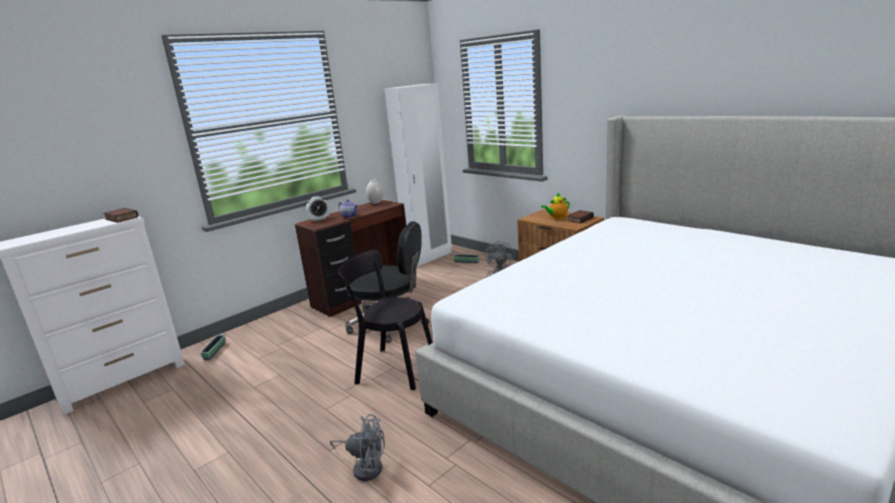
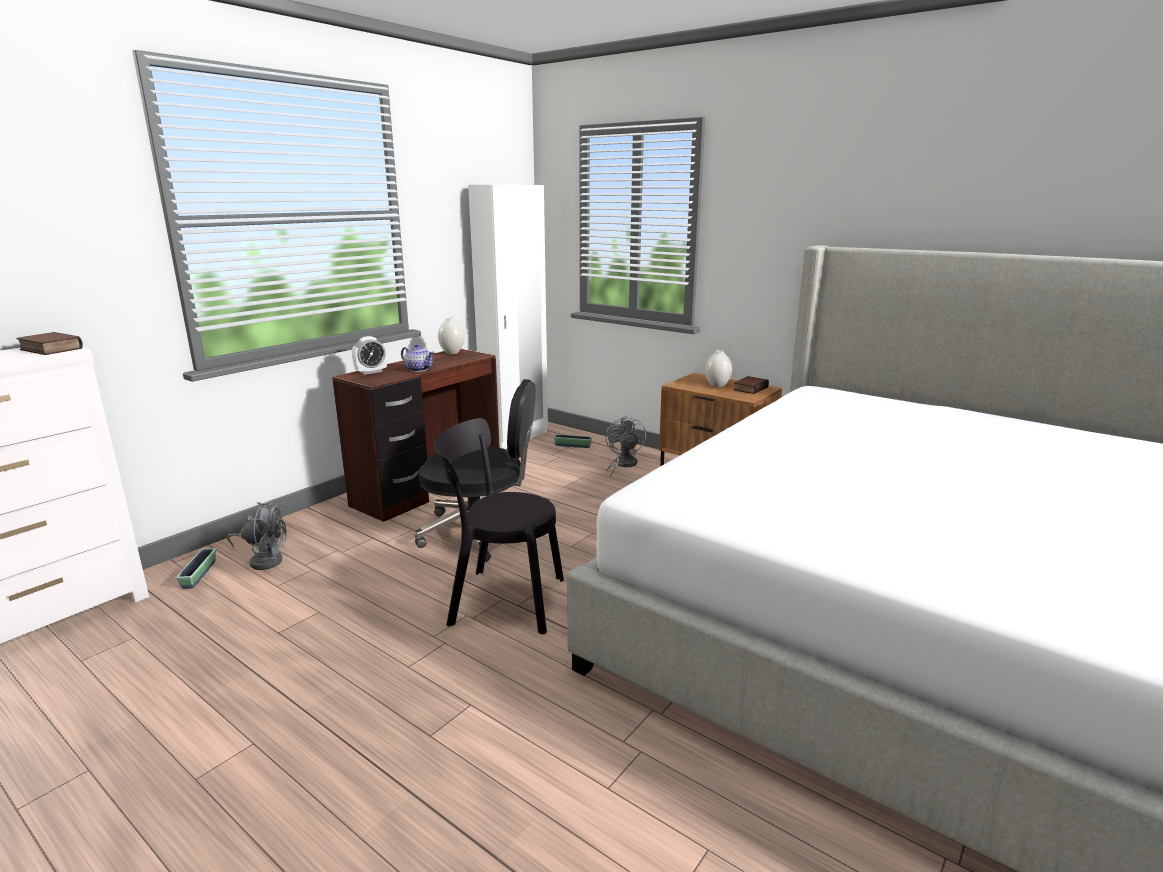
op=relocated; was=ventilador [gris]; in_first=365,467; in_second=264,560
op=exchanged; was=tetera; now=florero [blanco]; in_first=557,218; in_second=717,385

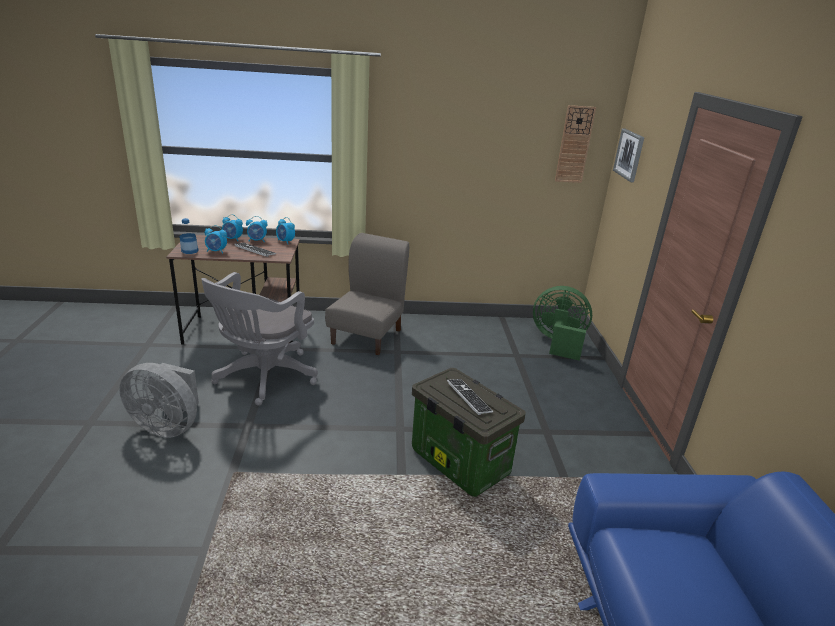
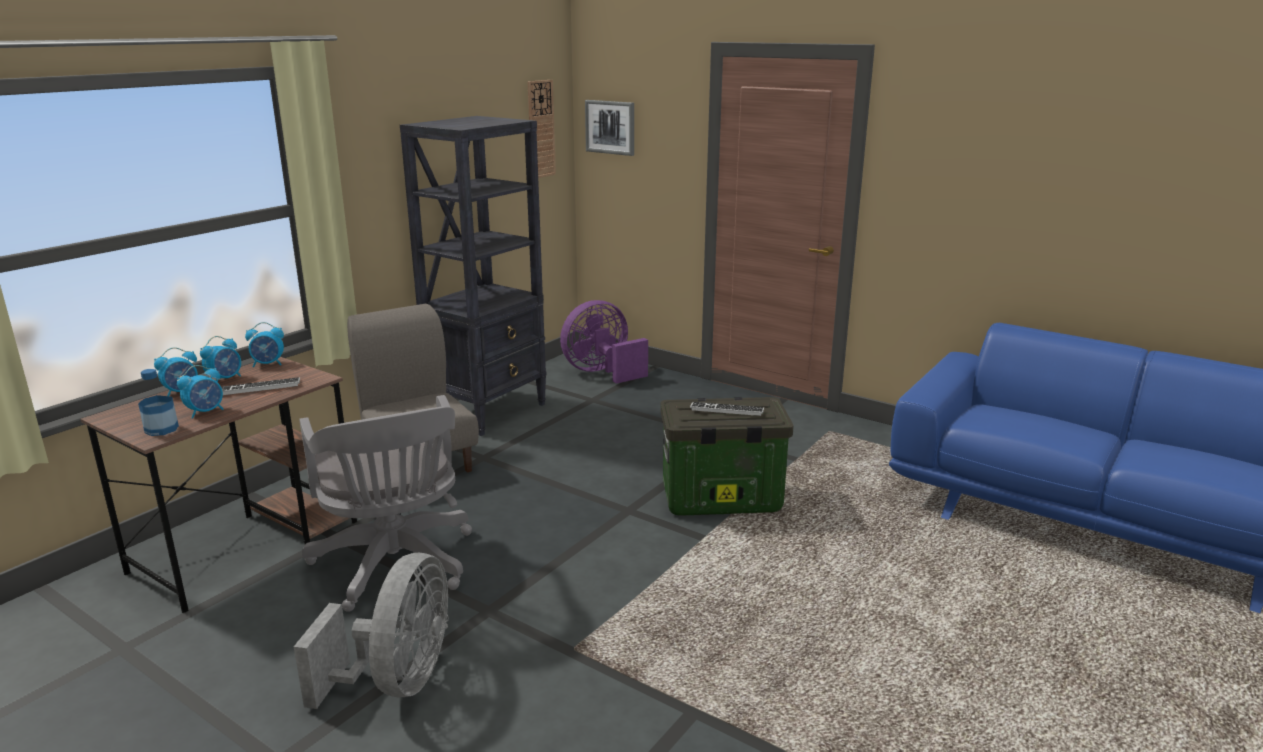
op=spun; was=ventilador [gris]; in_first=168,426; in_second=398,680; clockwise=-45
op=colour; was=ventilador [verde]; now=ventilador [morado]; in_first=558,343; in_second=602,372
op=appeared; now=estantería [negro]; in_second=489,411

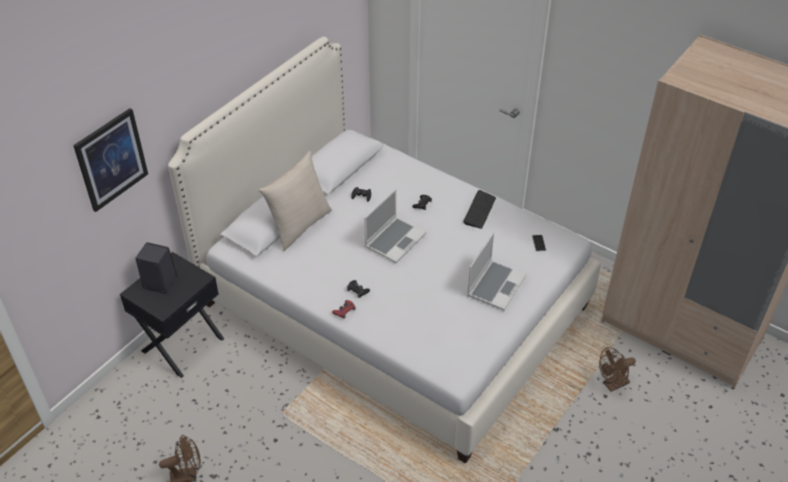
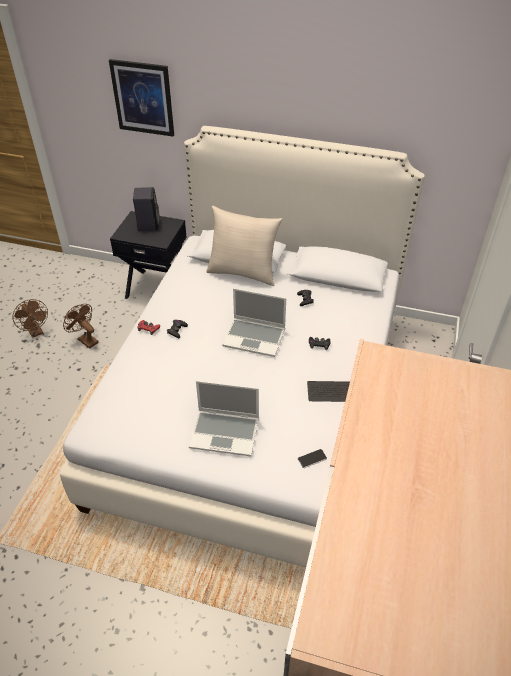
op=relocated; was=ventilador [marrón]; in_first=612,385; in_second=85,339

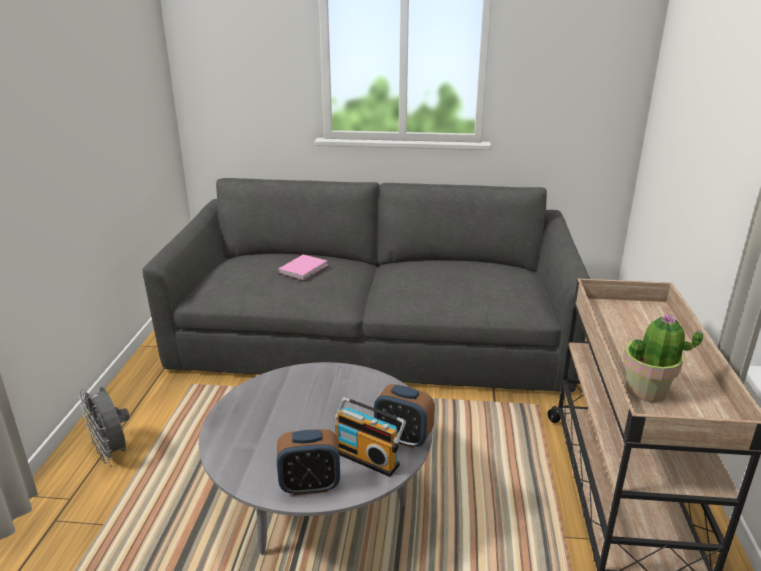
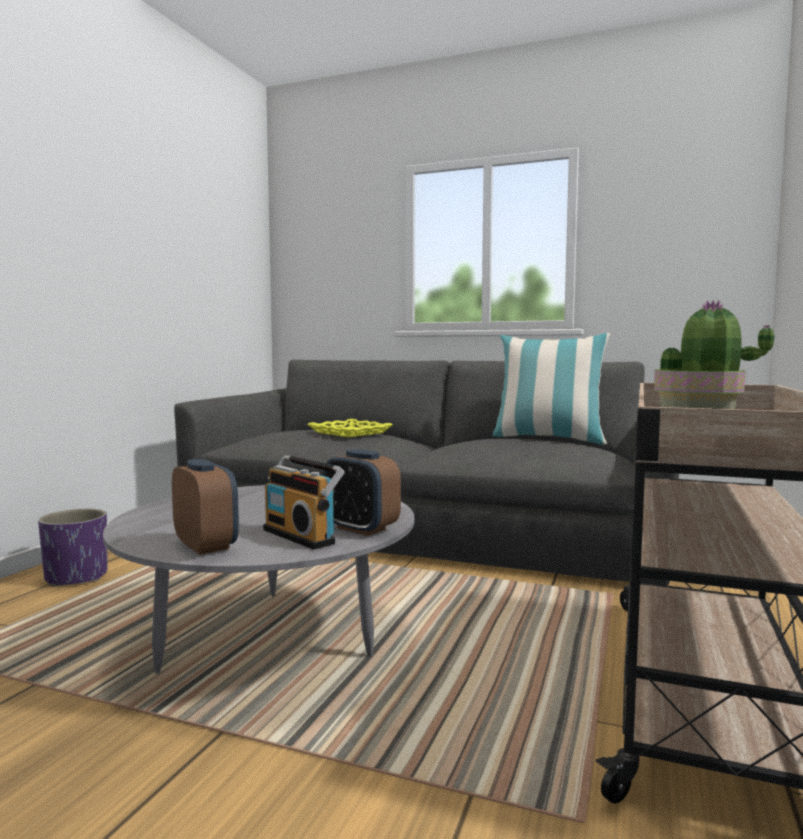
op=exchanged; was=ventilador [gris]; now=maceta [morado]; in_first=112,452; in_second=76,577
op=spun; was=despertador; in_first=310,485; in_second=206,546; clockwise=-135
op=exchanged; was=libro [rosa]; now=bandeja [amarillo]; in_first=304,268; in_second=350,432
op=appeared; now=cojín; in_second=549,439

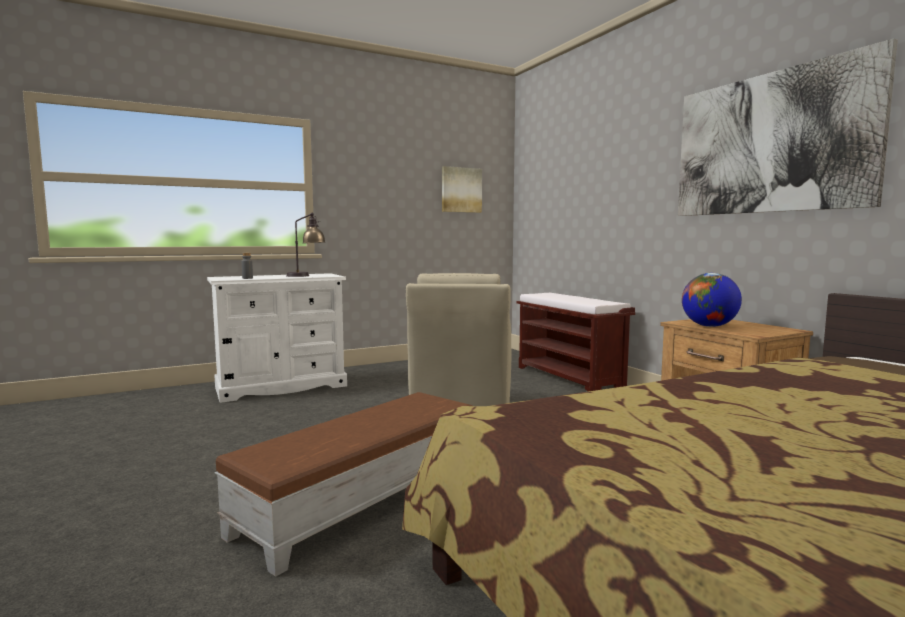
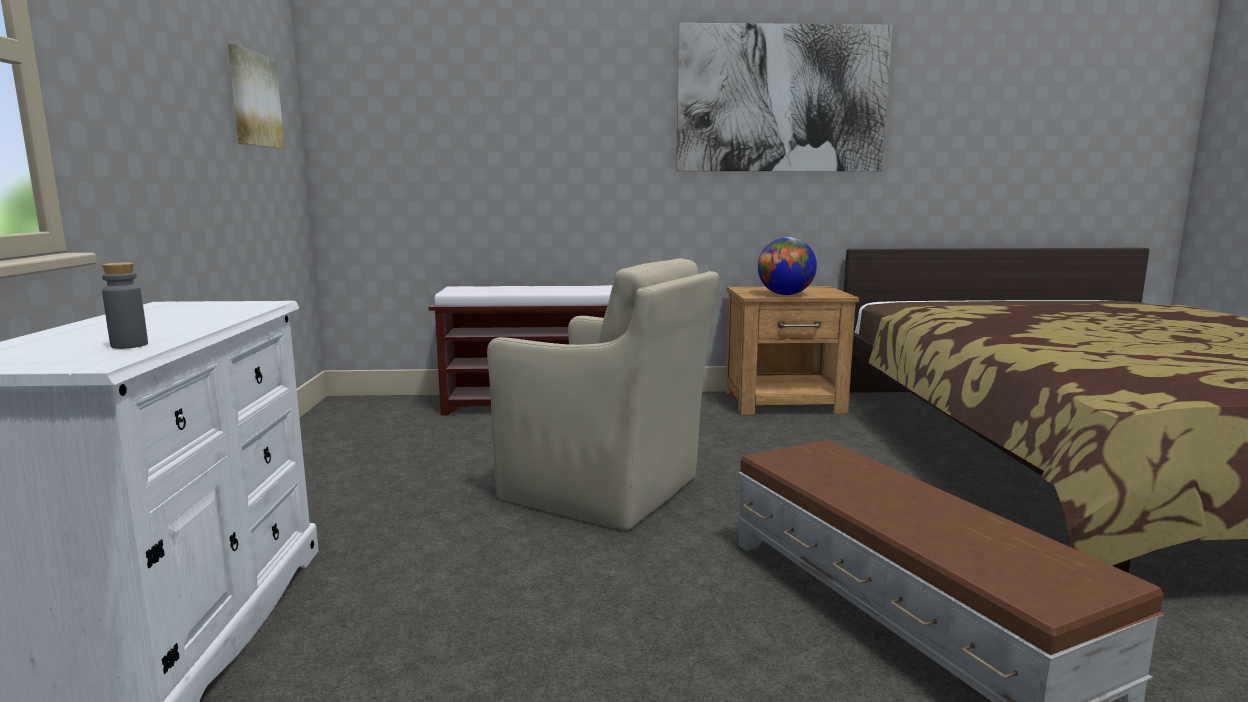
op=missing; was=lámpara de mesa; in_first=306,276

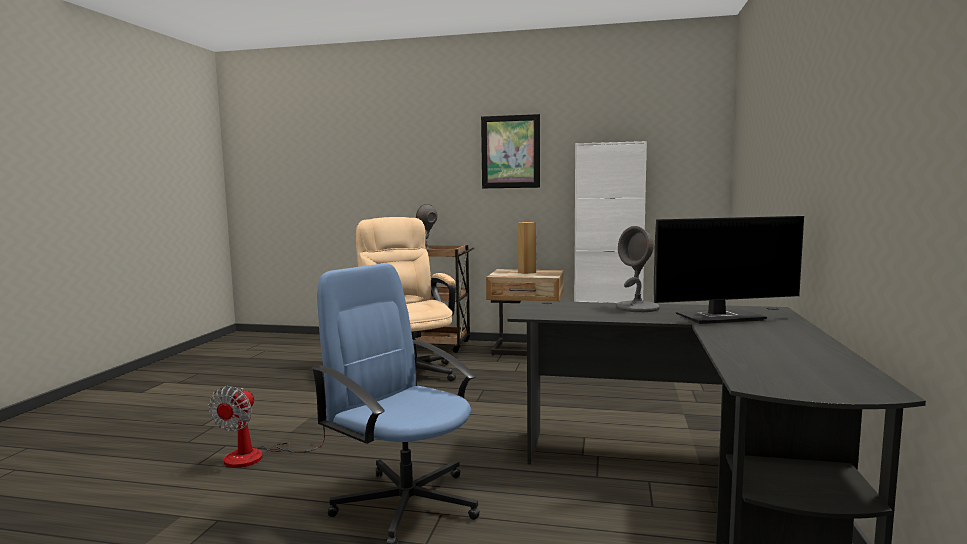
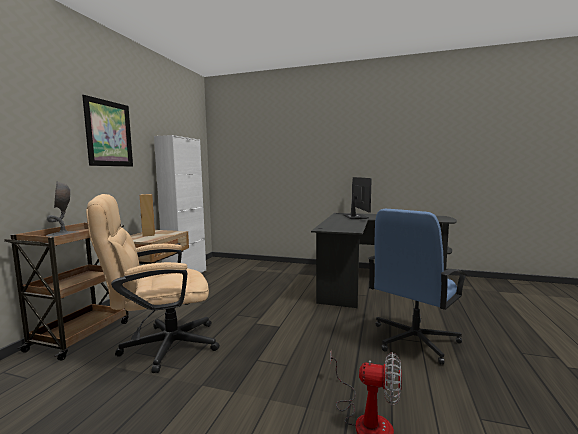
op=missing; was=lámpara de mesa [gris]; in_first=637,308

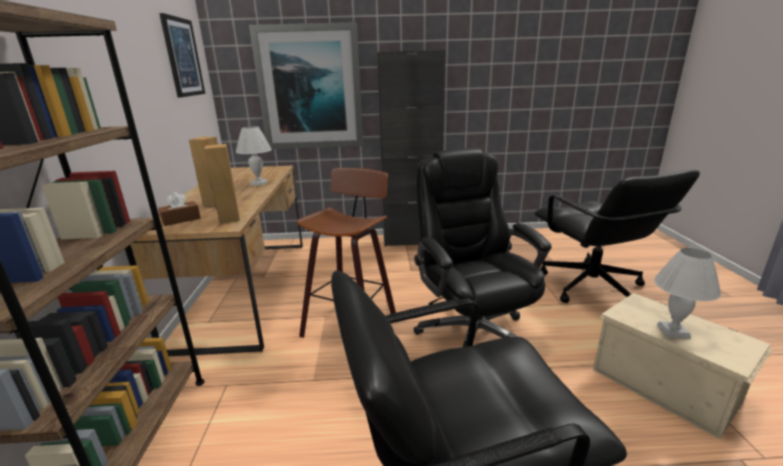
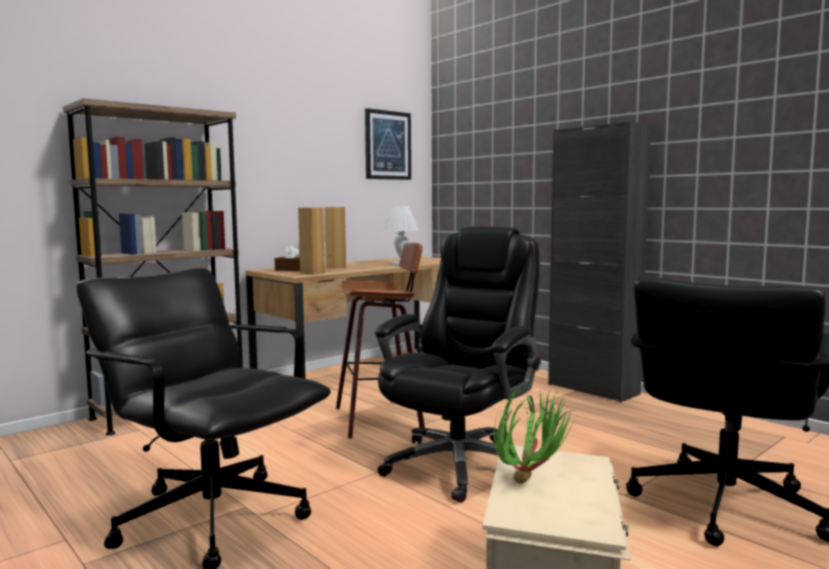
op=missing; was=cuadro; in_first=310,88
op=exchanged; was=lámpara de mesa [blanco]; now=planta en maceta; in_first=673,331; in_second=531,480

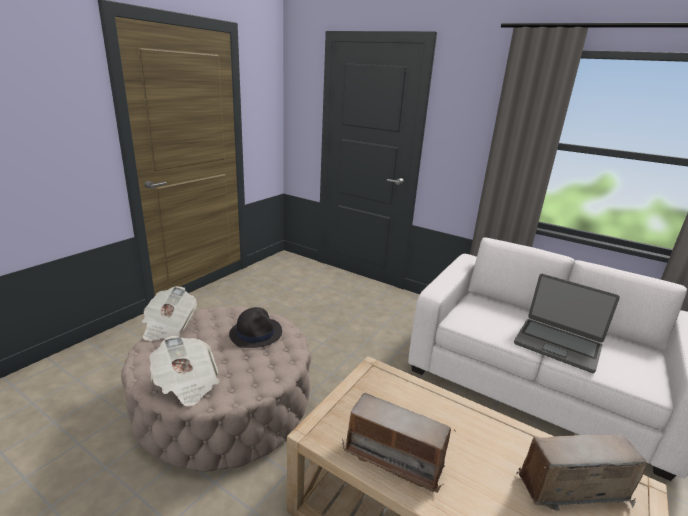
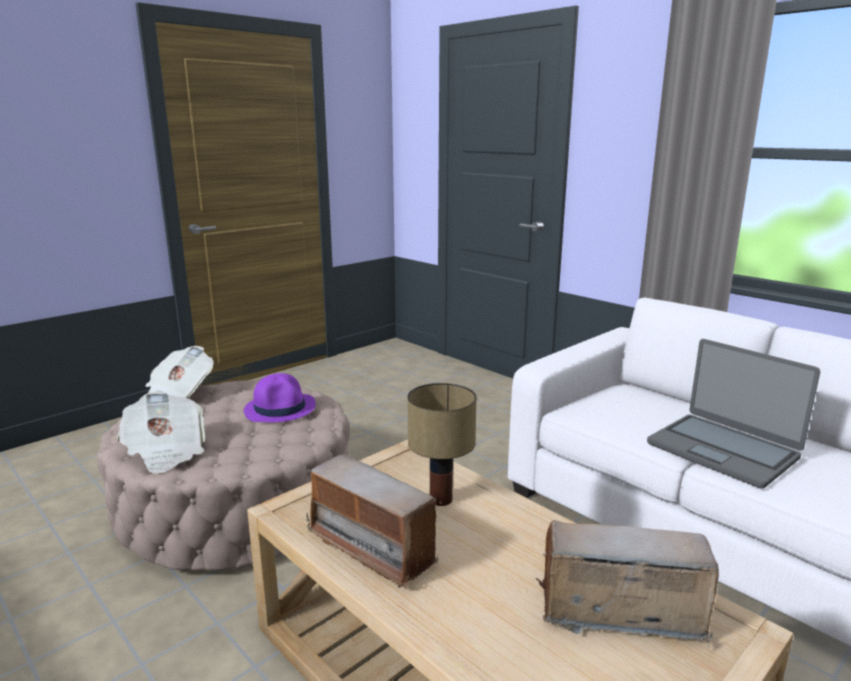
op=colour; was=sombrero [negro]; now=sombrero [morado]; in_first=256,333; in_second=280,408
op=appeared; now=lámpara de mesa; in_second=439,500

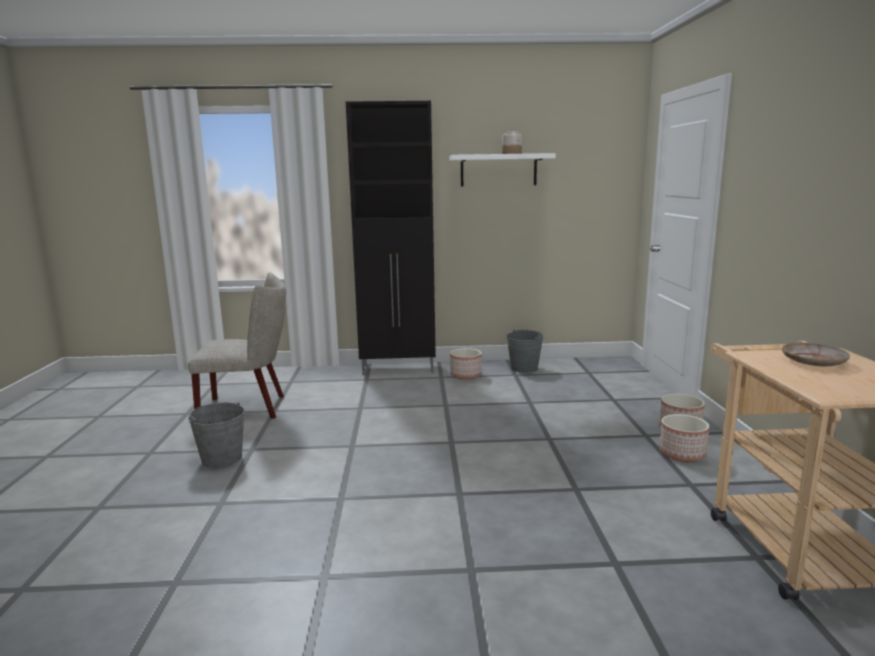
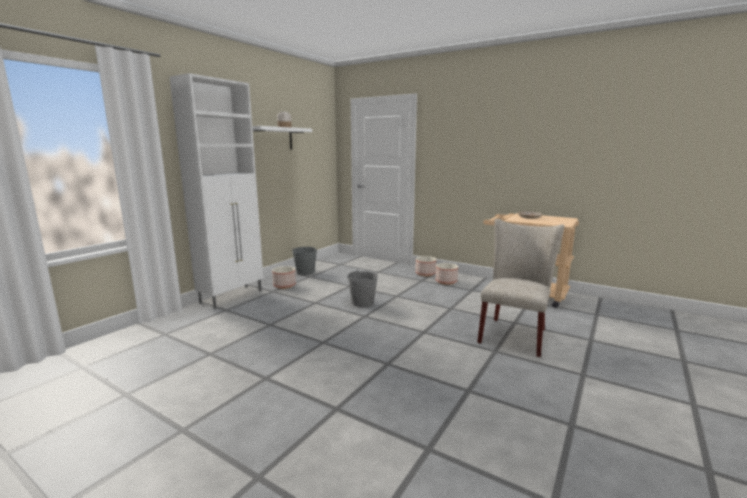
op=relocated; was=silla [beis]; in_first=249,408; in_second=514,334
op=relocated; was=cubo [gris]; in_first=222,458; in_second=362,302
op=colour; was=armario [negro]; now=armario [blanco]; in_first=399,369; in_second=232,296

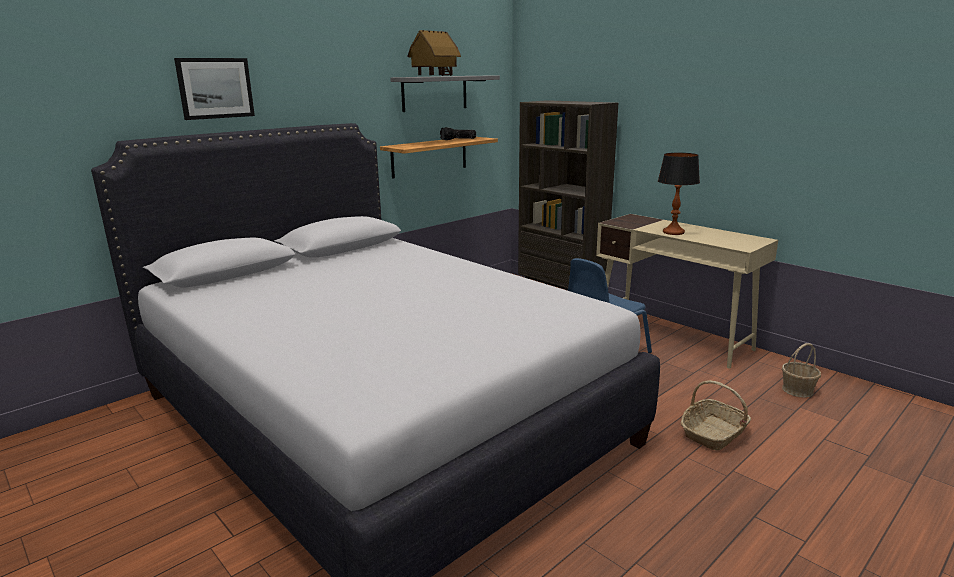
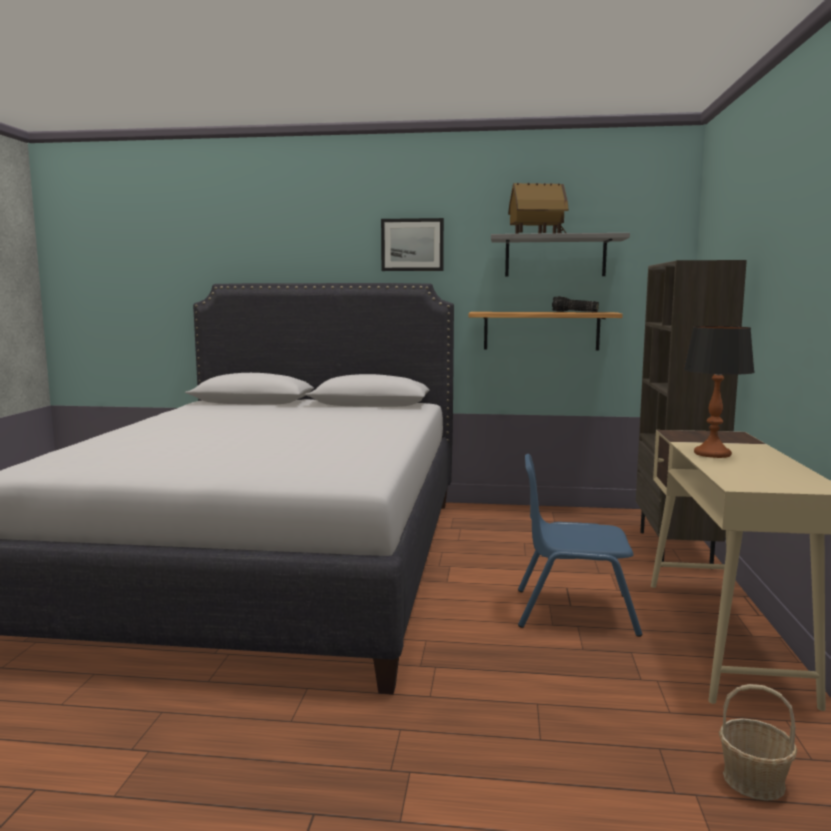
op=relocated; was=cuadro; in_first=215,88; in_second=412,245
op=missing; was=cesta; in_first=713,433

